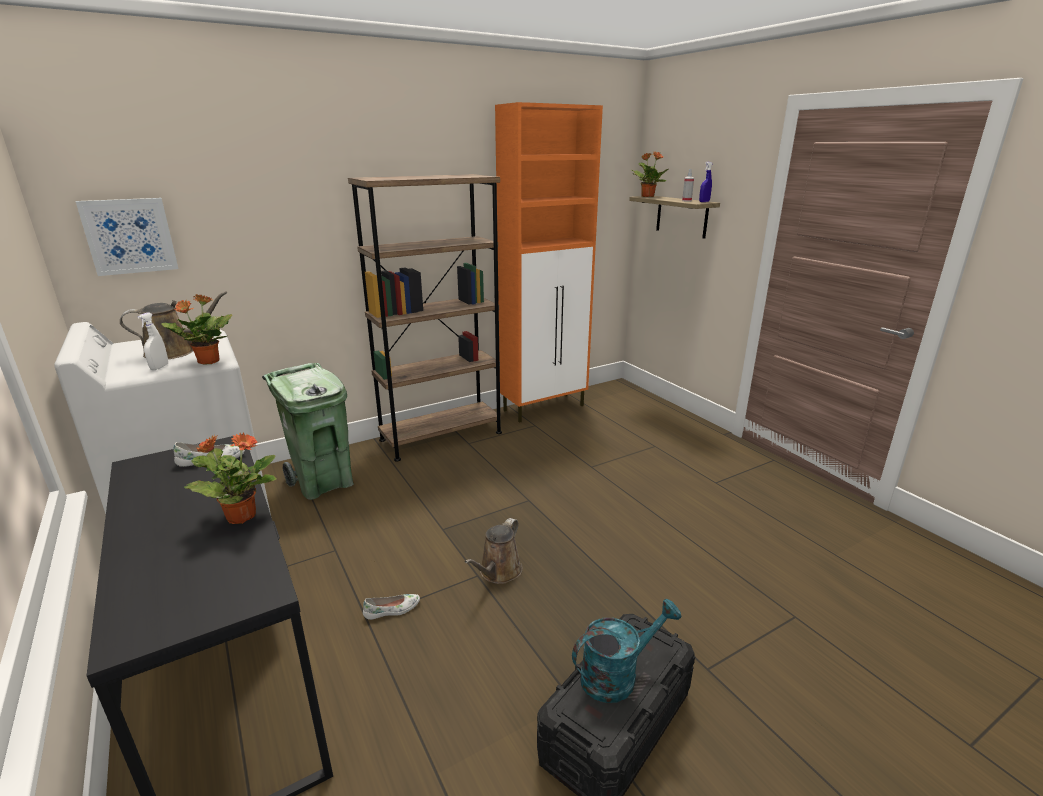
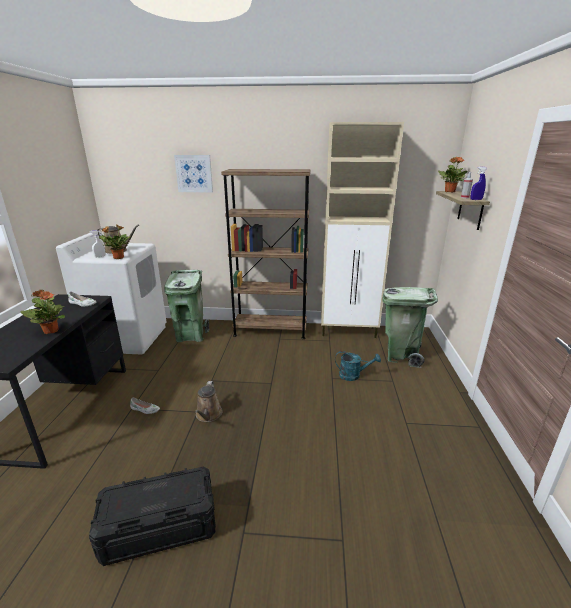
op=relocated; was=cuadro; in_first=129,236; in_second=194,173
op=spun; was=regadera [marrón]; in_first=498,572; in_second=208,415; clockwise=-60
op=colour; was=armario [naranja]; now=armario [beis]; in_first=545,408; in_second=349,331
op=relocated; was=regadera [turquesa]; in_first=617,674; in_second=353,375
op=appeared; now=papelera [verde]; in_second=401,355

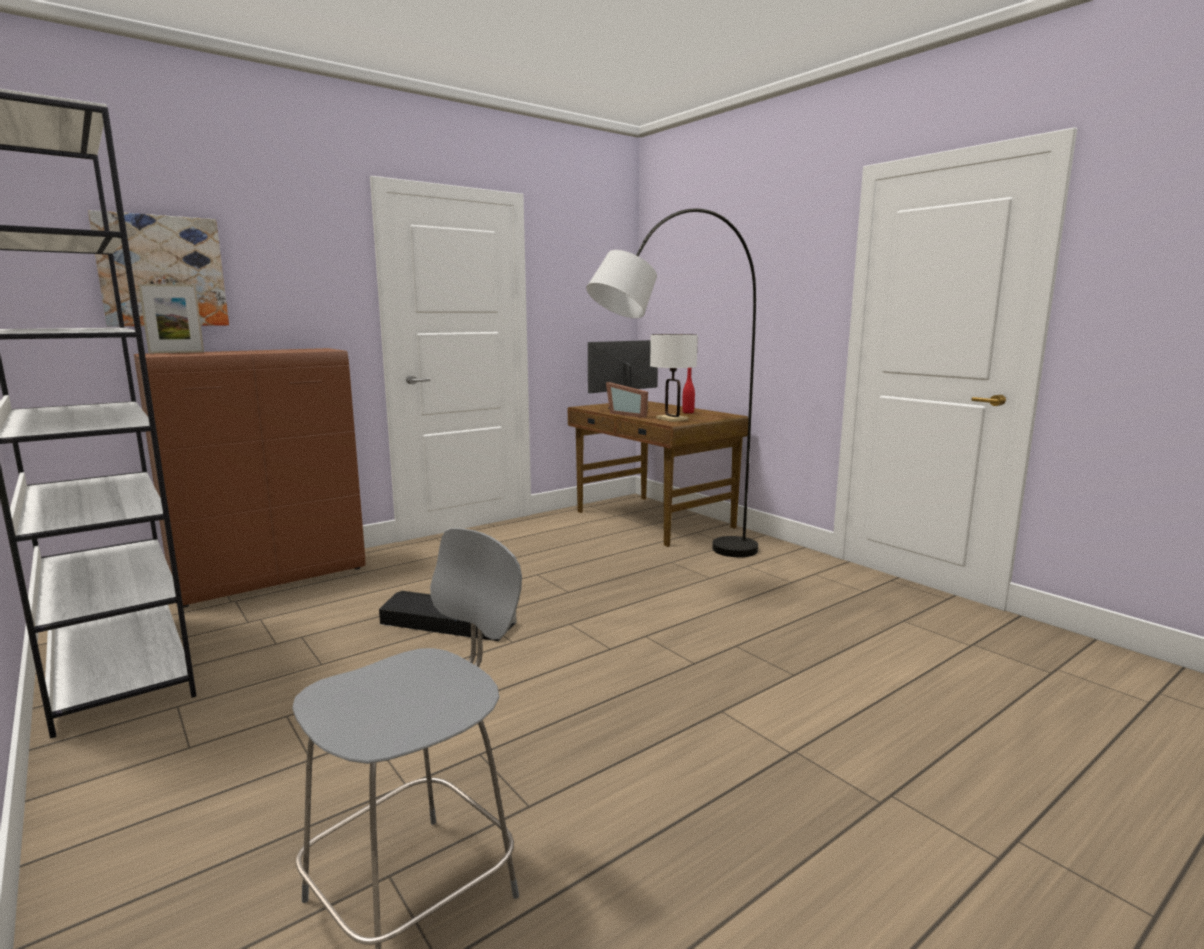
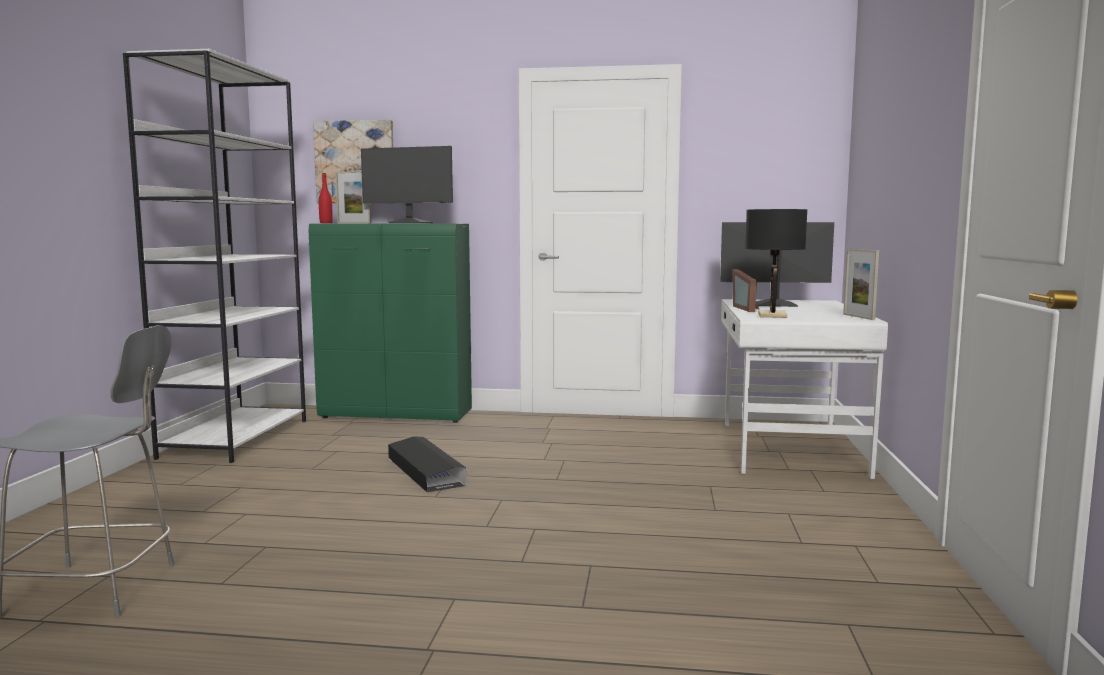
op=colour; was=armario [marrón]; now=armario [verde]; in_first=273,578; in_second=397,415
op=colour; was=escritorio [marrón]; now=escritorio [blanco]; in_first=653,520; in_second=788,448
op=missing; was=lámpara de pie [gris]; in_first=675,569
op=colour; was=lámpara de mesa [blanco]; now=lámpara de mesa [negro]; in_first=672,419; in_second=772,315
op=relocated; was=botella [rojo]; in_first=688,412; in_second=326,223
op=appeared; now=monitor; in_second=410,223
op=appeared; now=portarretratos; in_second=858,317

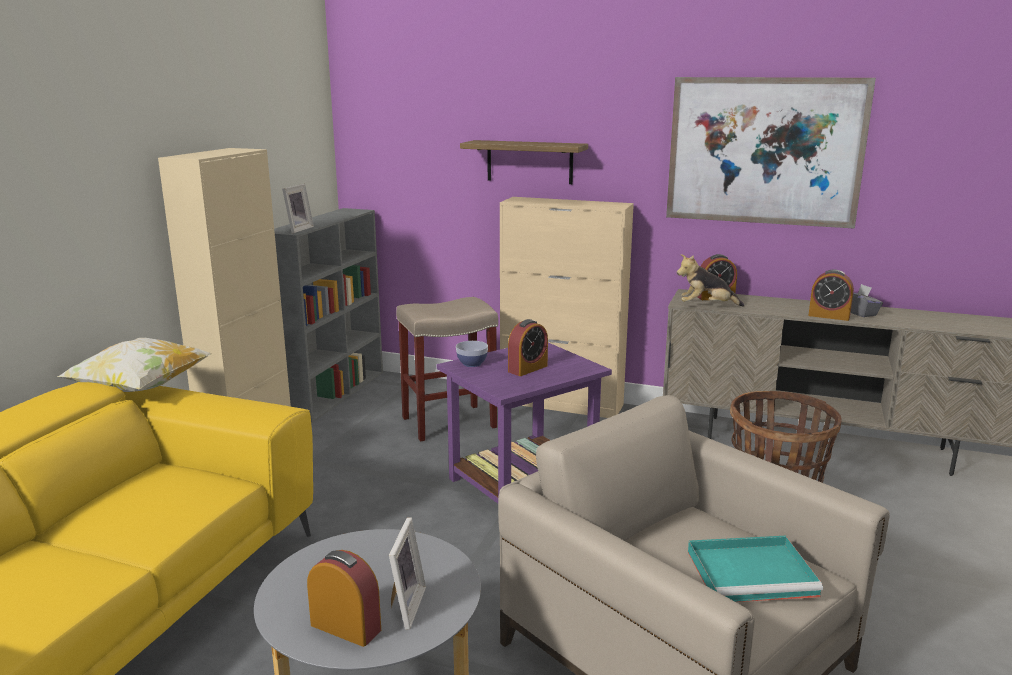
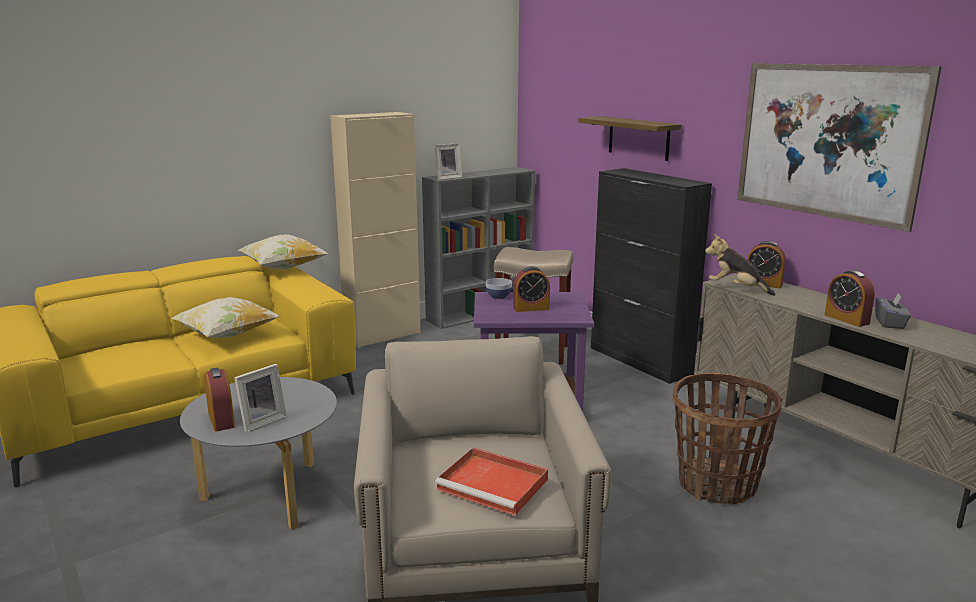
op=colour; was=armario [beis]; now=armario [negro]; in_first=562,403; in_second=640,361
op=colour; was=bandeja [turquesa]; now=bandeja [rojo]; in_first=753,573; in_second=495,485
op=appeared; now=cojín; in_second=227,336

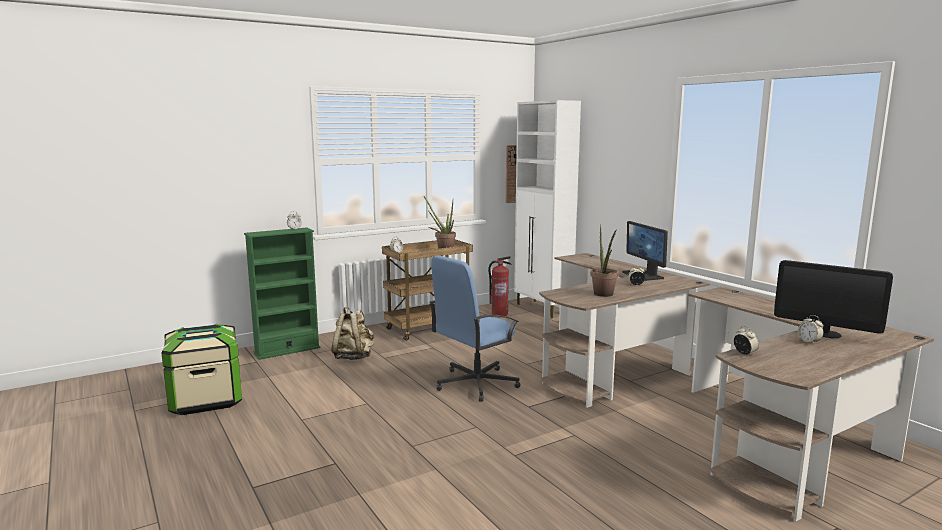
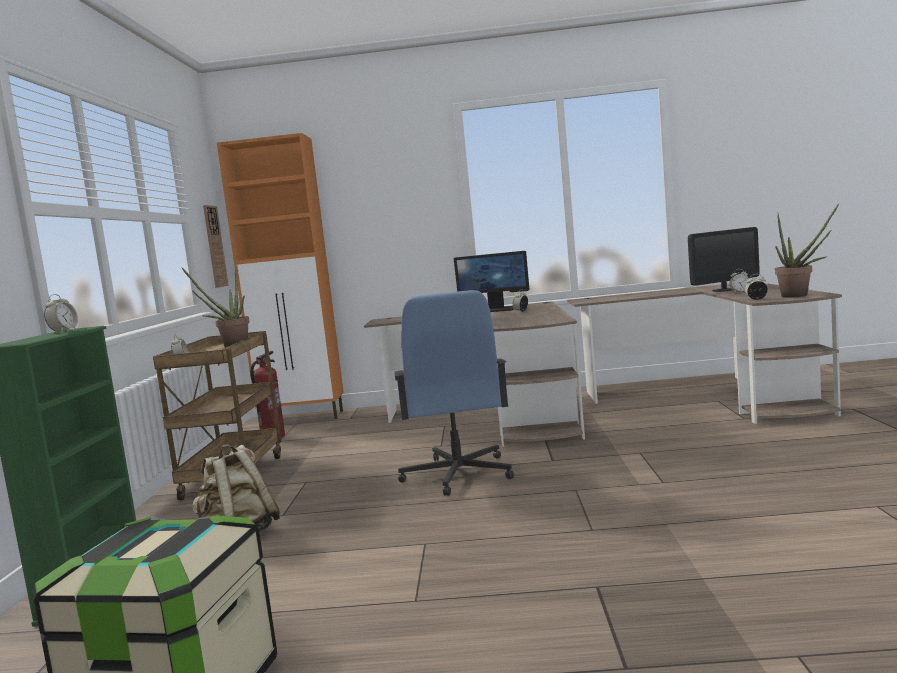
op=colour; was=armario [blanco]; now=armario [naranja]; in_first=543,309; in_second=304,418
op=relocated; was=planta en maceta; in_first=604,295; in_second=800,295

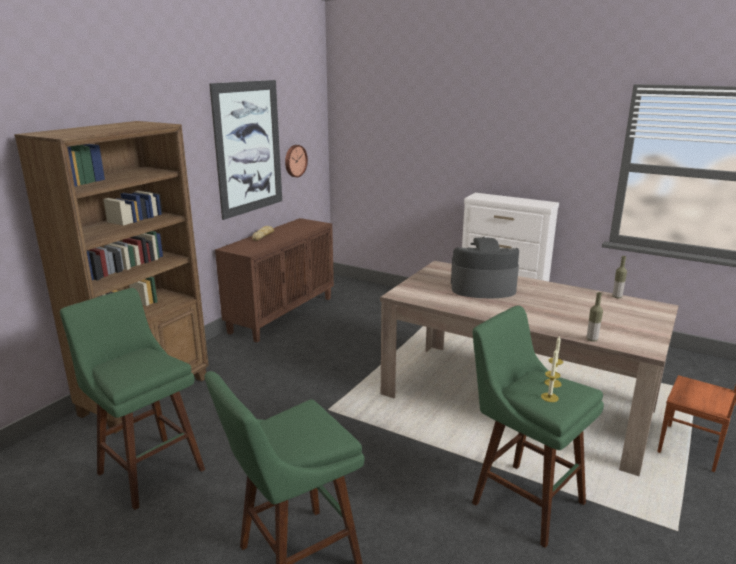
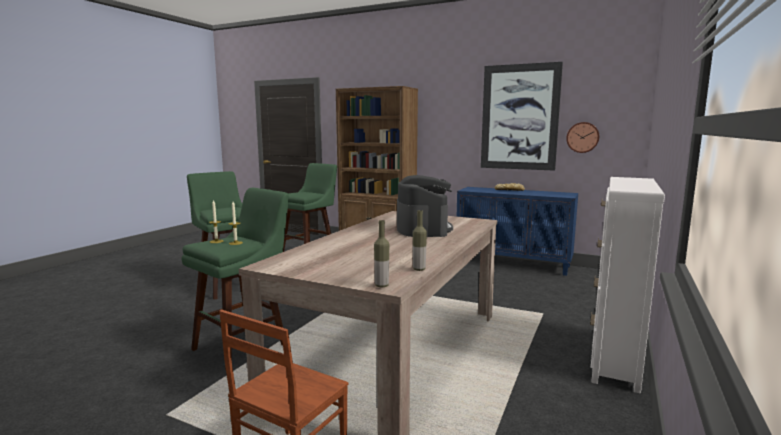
op=colour; was=armario [marrón]; now=armario [azul]; in_first=282,314; in_second=513,263
op=relocated; was=botella; in_first=592,339; in_second=381,285

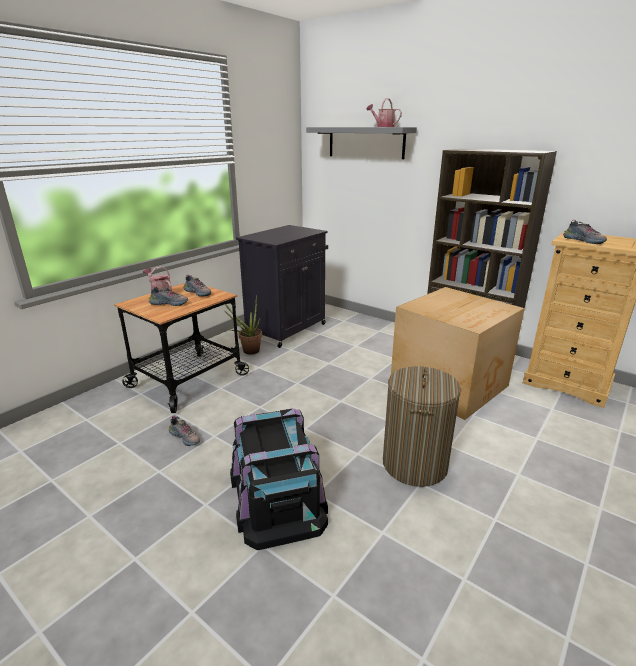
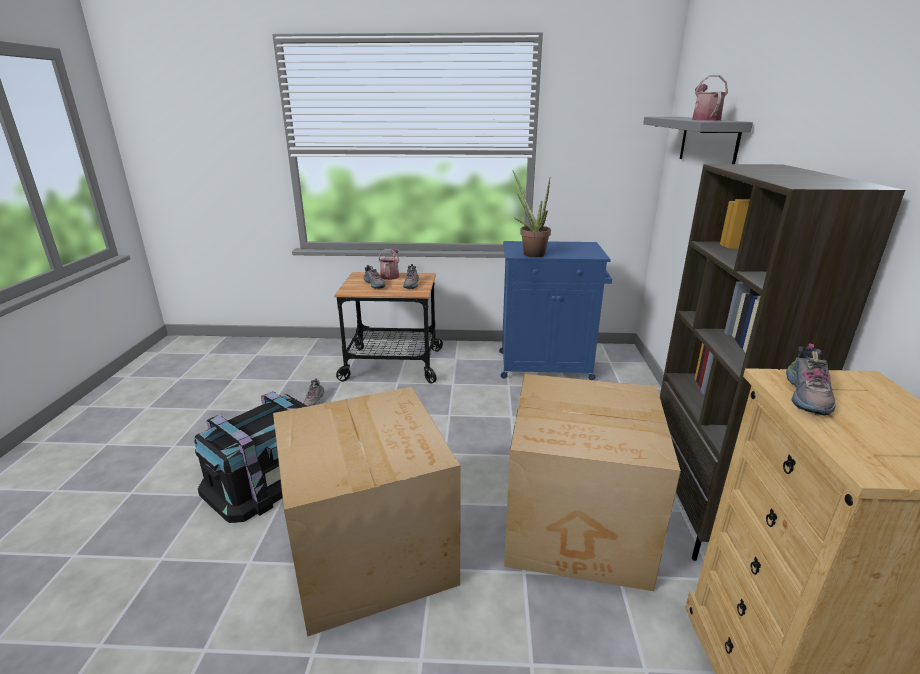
op=relocated; was=planta en maceta; in_first=247,351; in_second=530,253
op=colour; was=armario [negro]; now=armario [azul]; in_first=287,329; in_second=547,365
op=exchanged; was=cesto de la ropa; now=caja de cartón; in_first=414,464; in_second=372,549

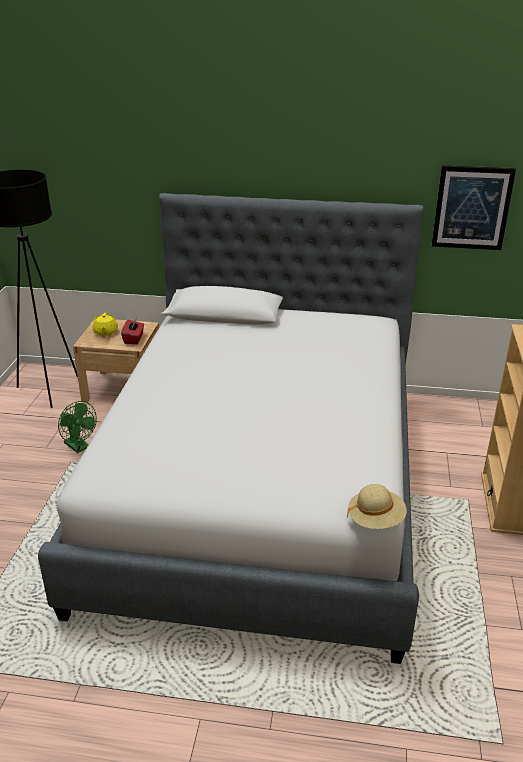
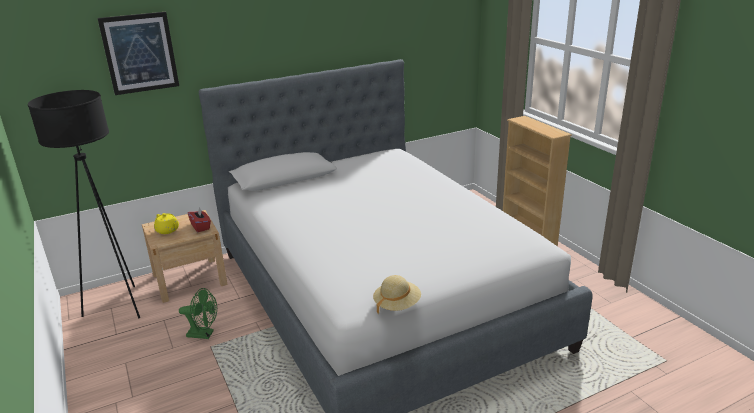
op=relocated; was=sombrero [beis]; in_first=375,519; in_second=397,305
op=relocated; was=cuadro; in_first=472,208; in_second=140,53

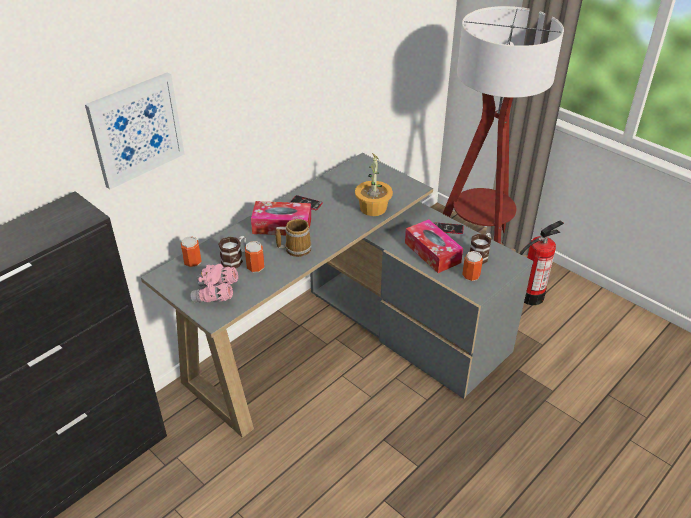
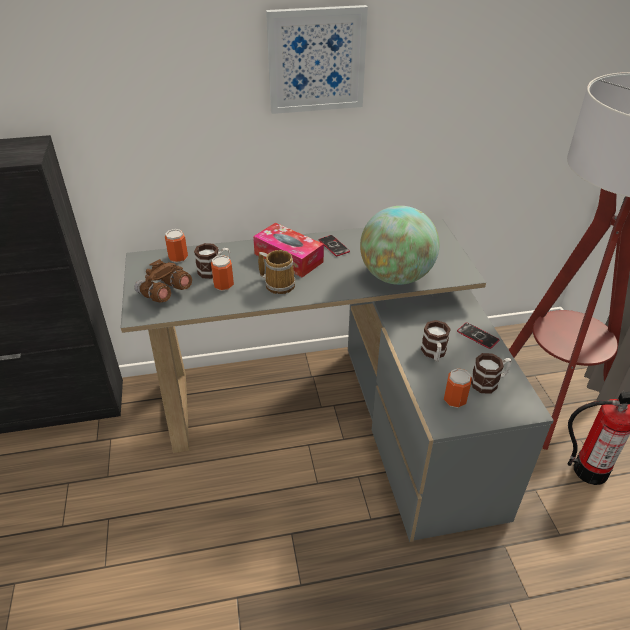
op=relocated; was=cuadro; in_first=136,129; in_second=316,60
op=colour; was=prismáticos [rosa]; now=prismáticos [marrón]; in_first=216,294; in_second=164,294
op=exchanged; was=planta en maceta; now=globo terráqueo; in_first=372,208; in_second=395,276
op=exchanged; was=caja de pañuelos; now=taza grande; in_first=432,252; in_second=434,354

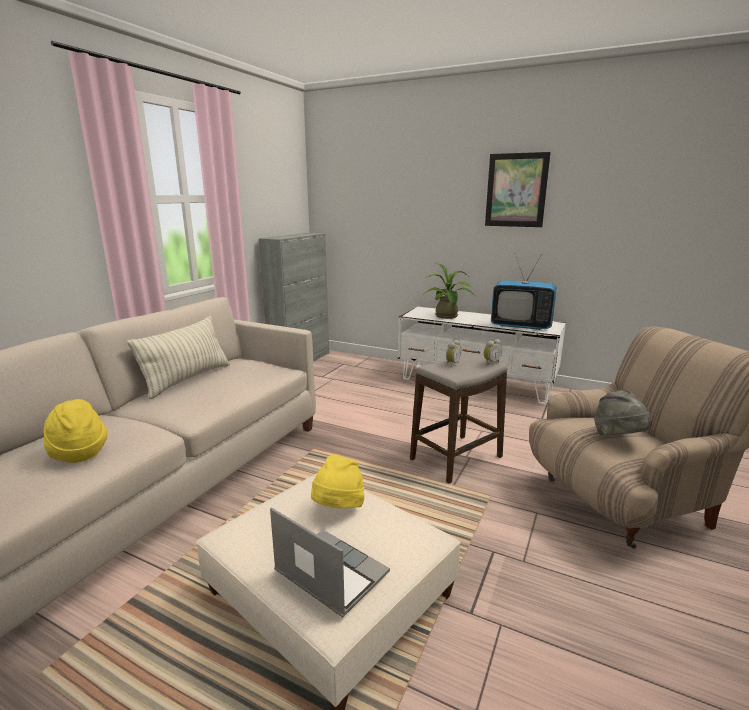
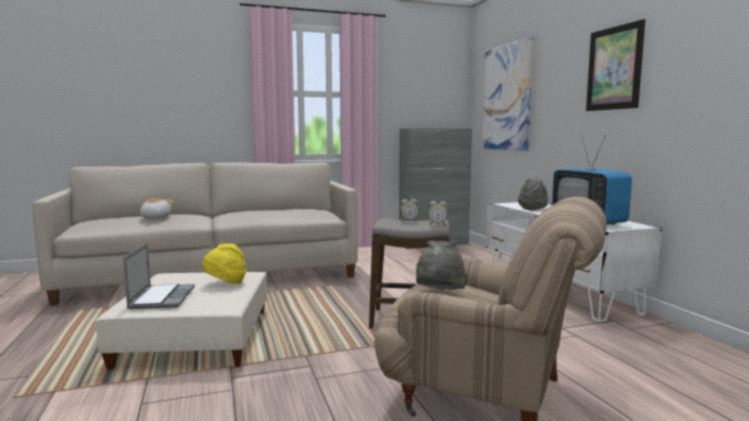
op=exchanged; was=sombrero [amarillo]; now=peluche; in_first=78,452; in_second=155,218
op=missing; was=cojín; in_first=187,379
op=exchanged; was=planta en maceta; now=sombrero [gris]; in_first=447,317; in_second=533,208
op=appeared; now=cuadro; in_second=507,97

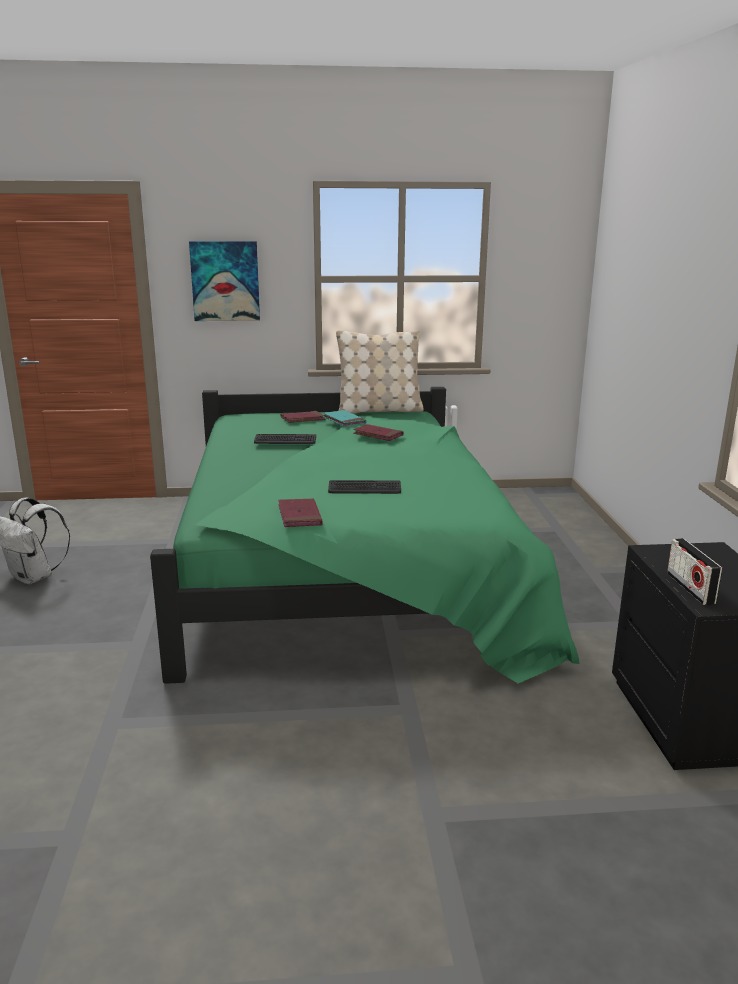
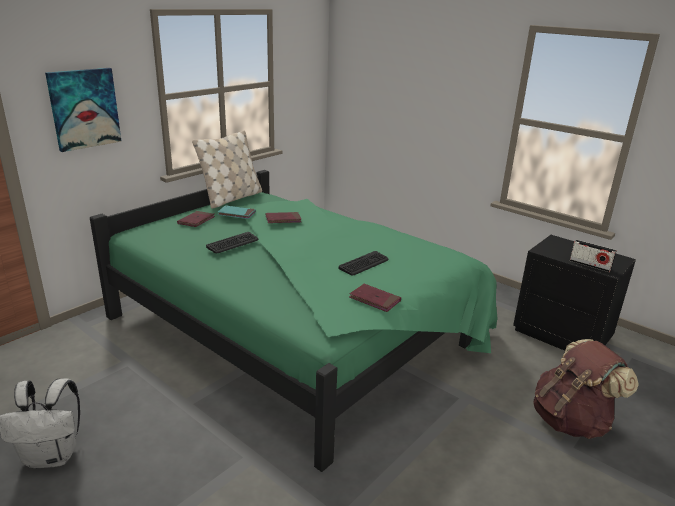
op=appeared; now=mochila [marrón]; in_second=571,421

